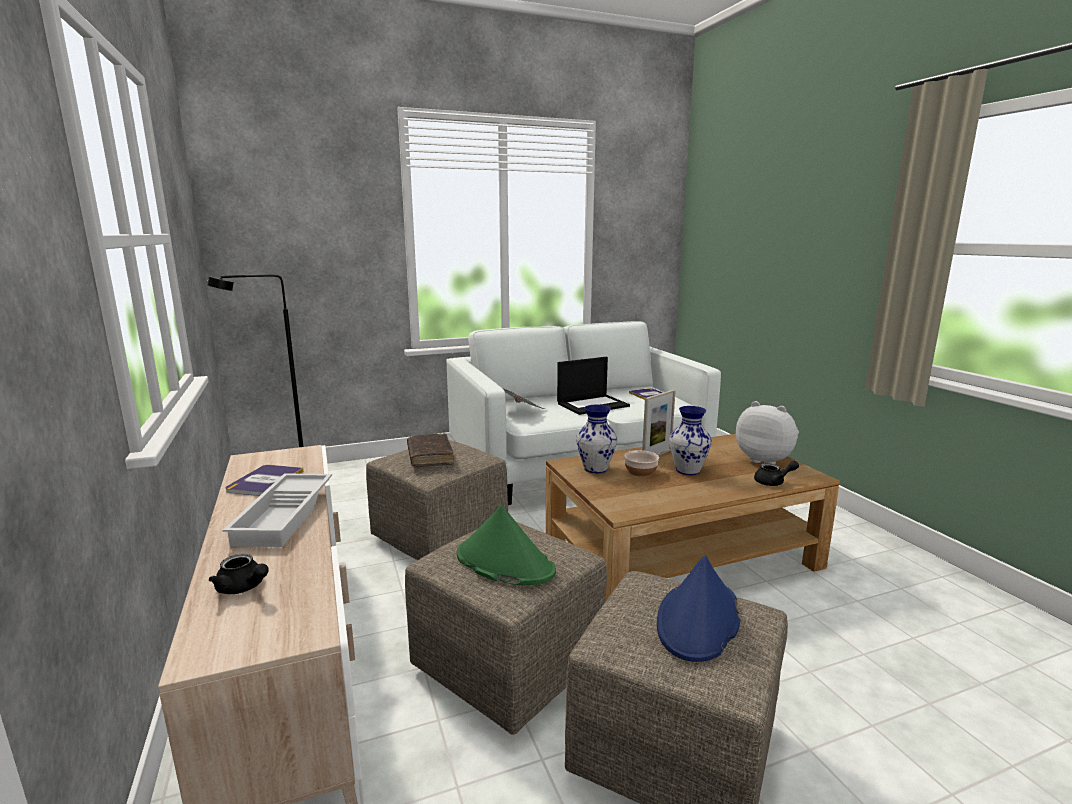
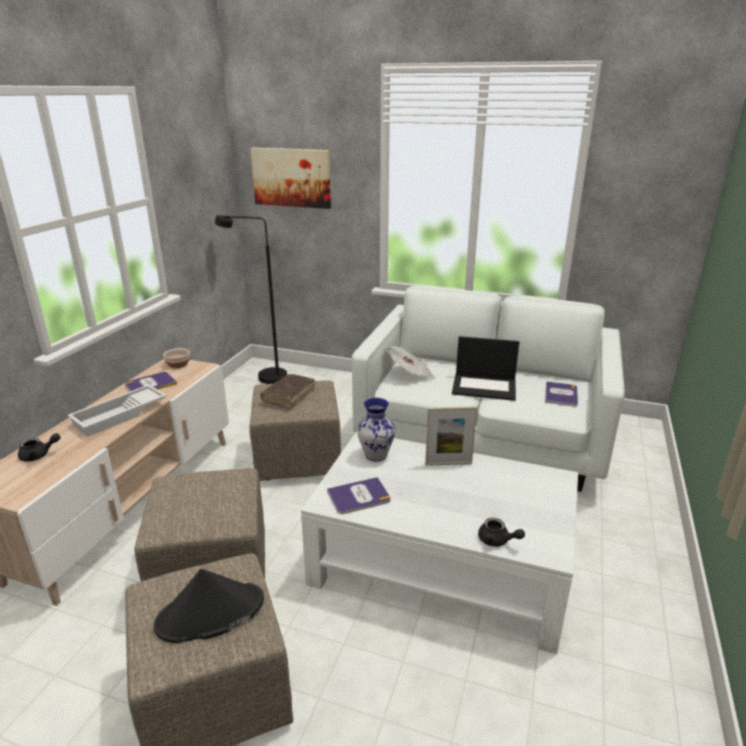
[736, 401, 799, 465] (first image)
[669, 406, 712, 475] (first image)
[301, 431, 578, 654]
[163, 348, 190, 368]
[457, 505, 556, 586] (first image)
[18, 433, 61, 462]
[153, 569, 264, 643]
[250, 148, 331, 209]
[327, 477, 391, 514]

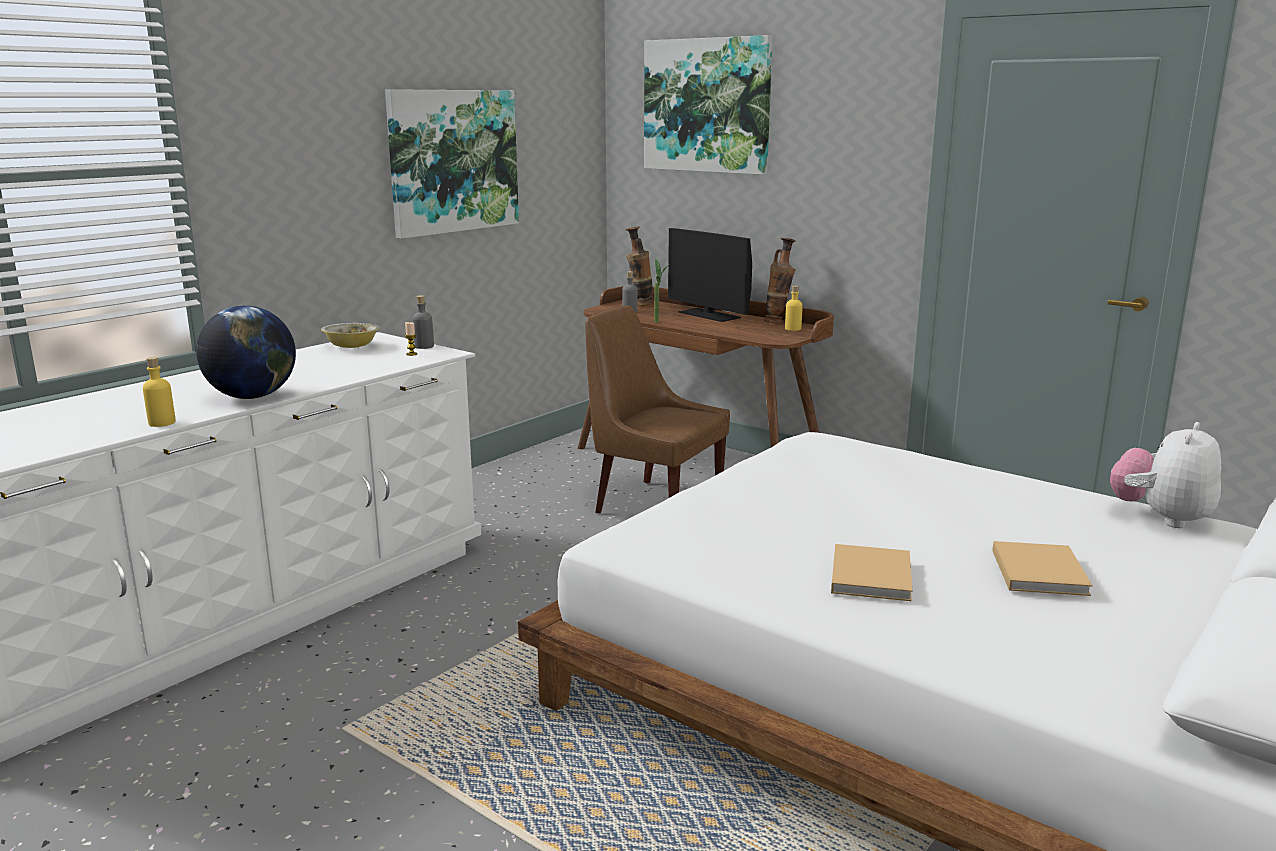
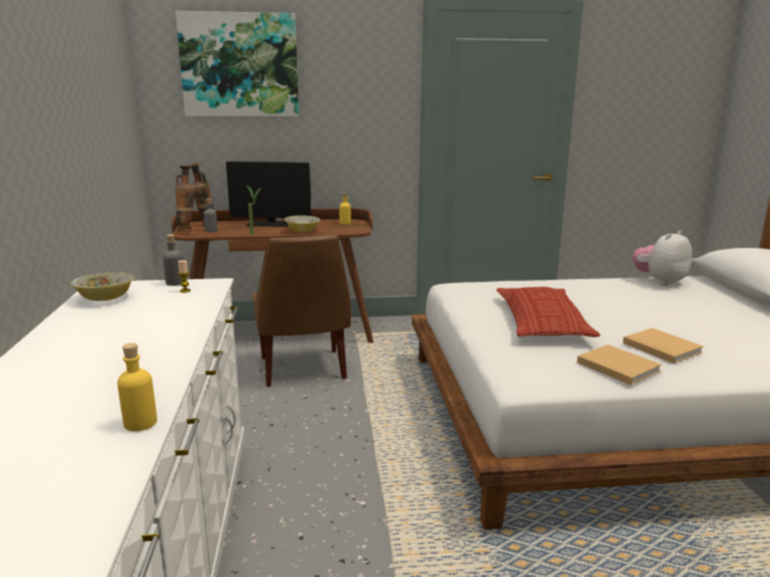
[385, 89, 519, 239] (first image)
[175, 166, 195, 232]
[196, 305, 296, 399] (first image)
[252, 234, 351, 387]
[632, 231, 692, 286]
[577, 345, 662, 385]
[284, 216, 320, 232]
[496, 287, 600, 337]

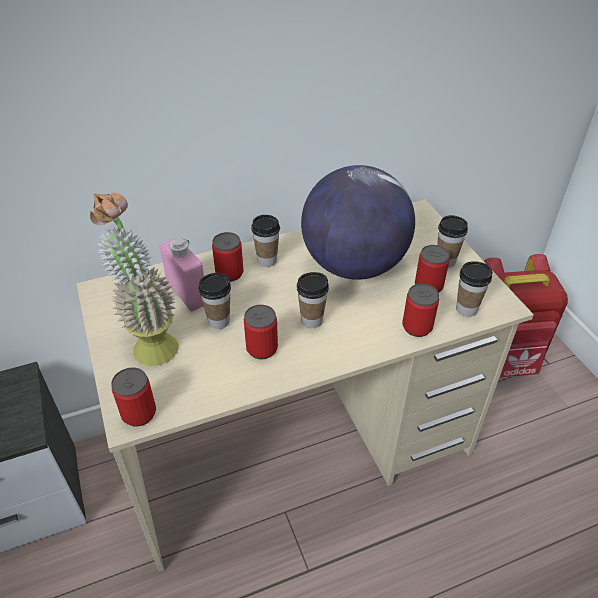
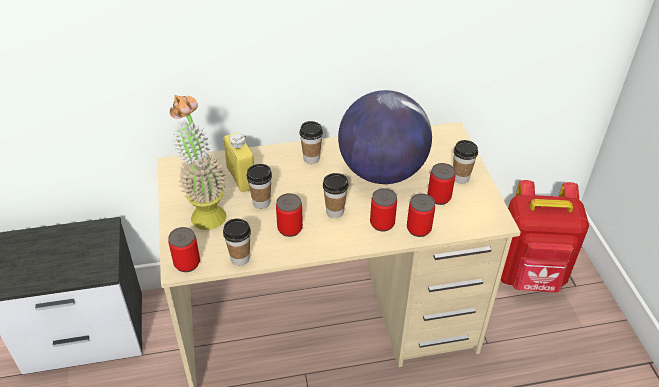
[370, 188, 397, 232]
[223, 132, 254, 192]
[223, 219, 251, 266]

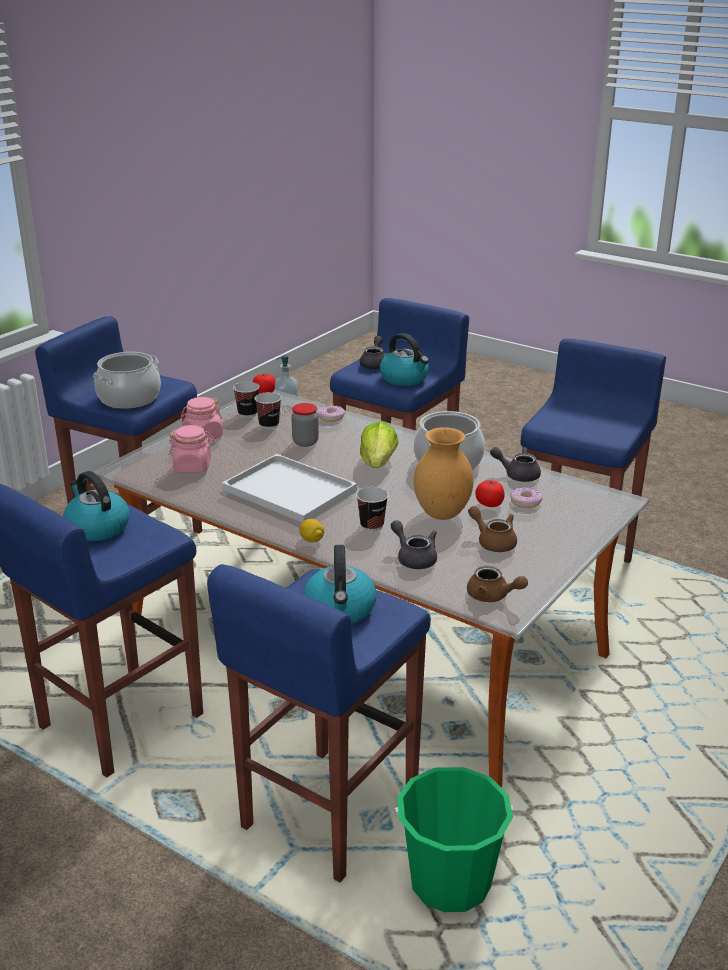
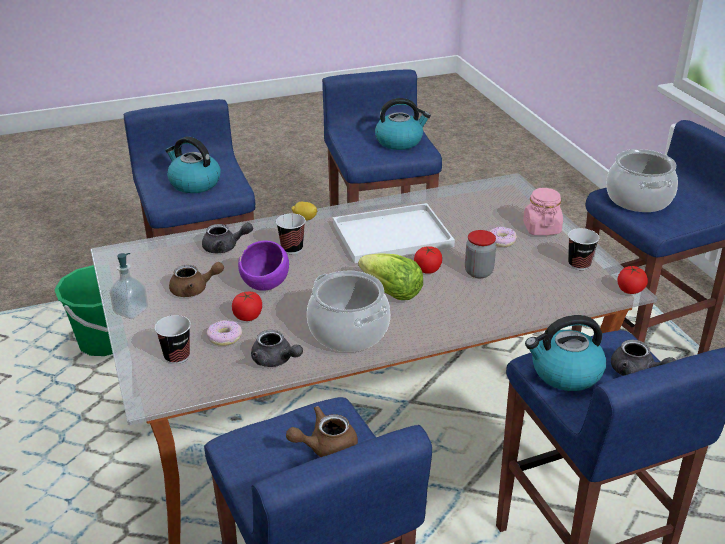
[110, 253, 148, 319]
[155, 315, 191, 364]
[489, 226, 517, 247]
[169, 425, 214, 473] (first image)
[238, 241, 289, 291]
[251, 330, 303, 367]
[286, 406, 358, 457]
[414, 246, 442, 274]

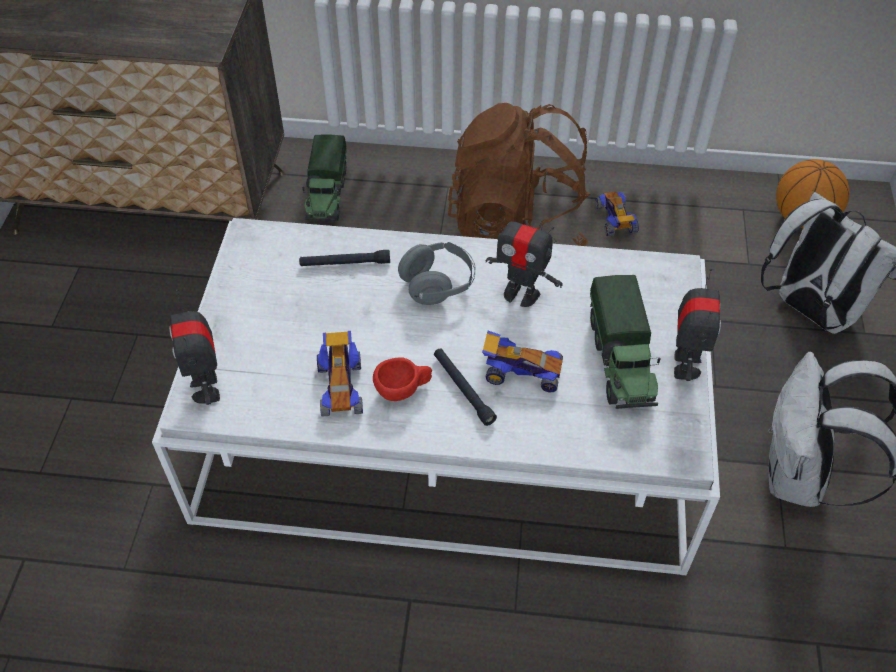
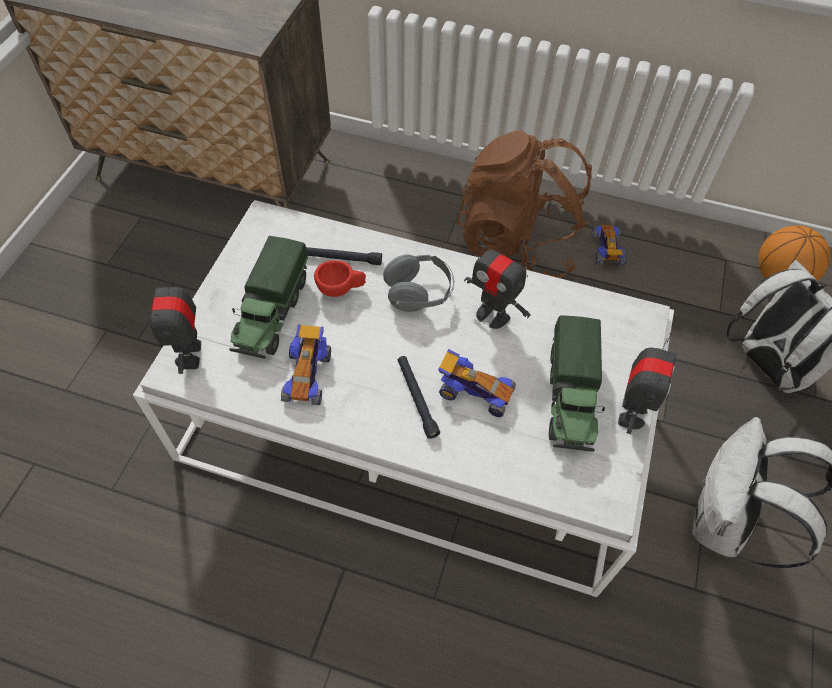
[229, 236, 308, 359]
[314, 260, 366, 297]

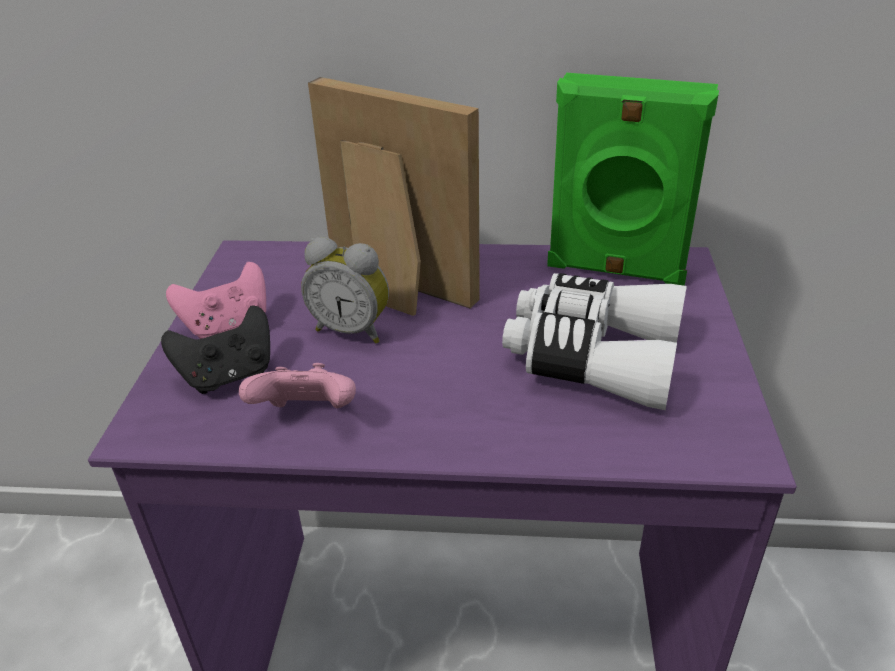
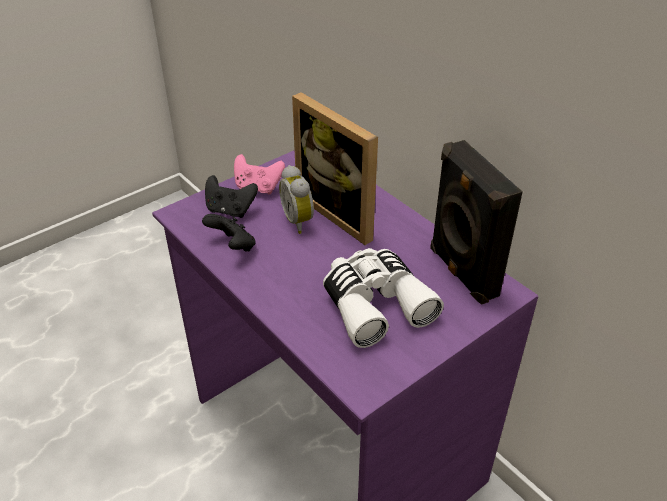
[430, 140, 522, 305]
[292, 92, 378, 245]
[202, 214, 256, 252]

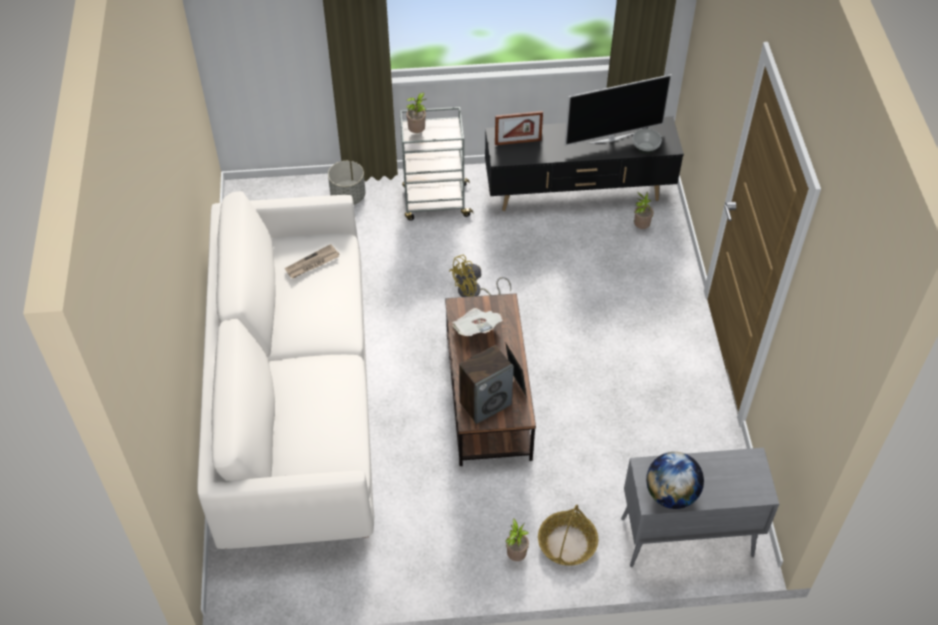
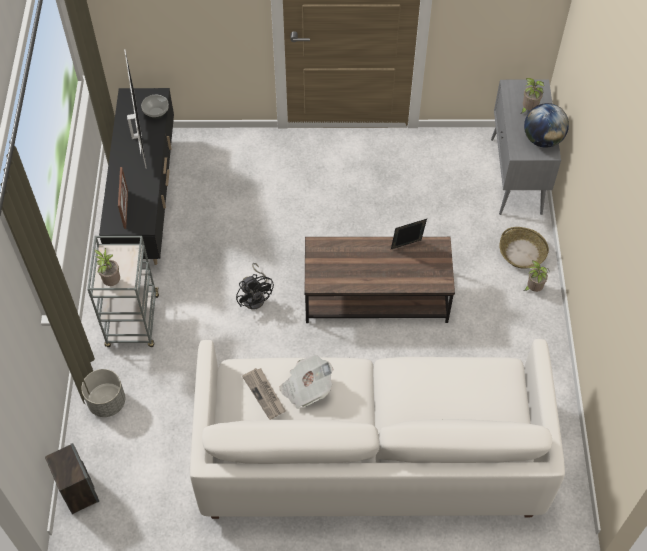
[521, 78, 544, 114]
[236, 263, 274, 310]
[279, 355, 334, 409]
[45, 443, 99, 514]

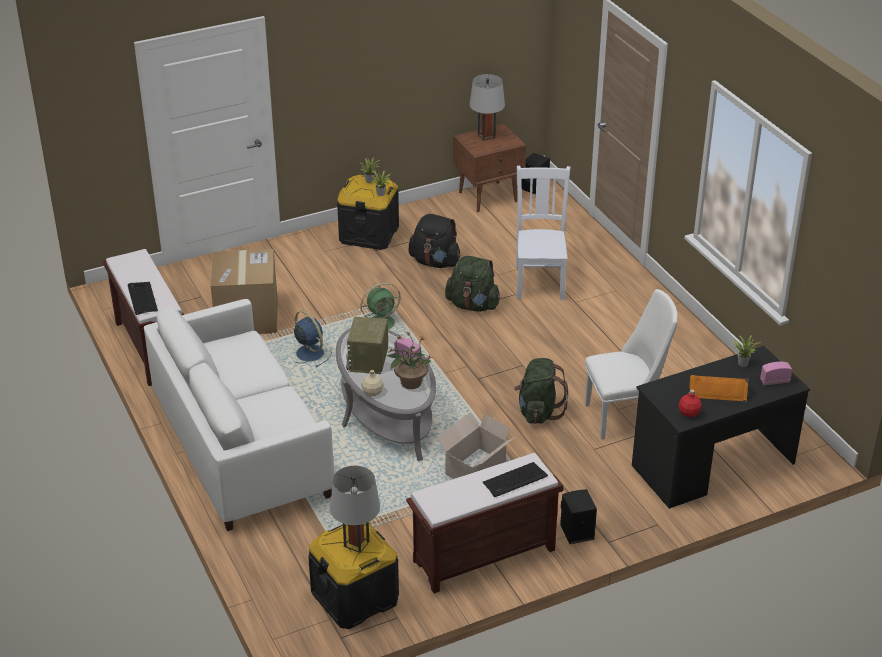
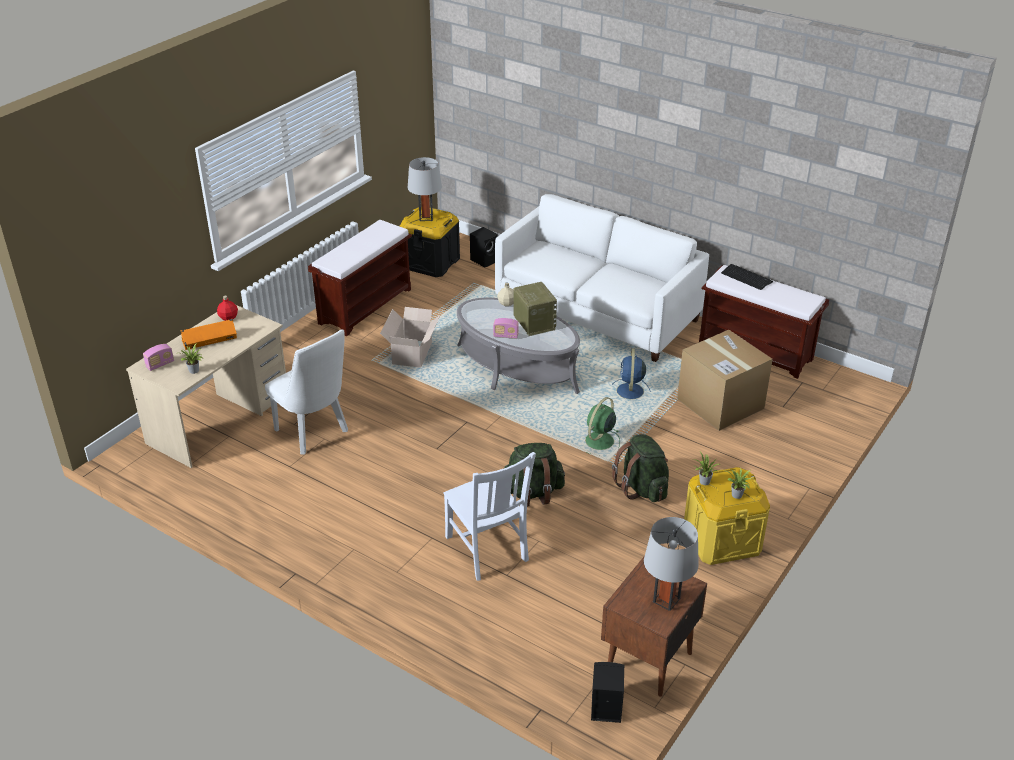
[684, 467, 770, 565]
[409, 214, 460, 268] (first image)
[265, 329, 348, 454]
[612, 348, 651, 399]
[387, 331, 433, 389] (first image)
[126, 305, 286, 468]
[612, 434, 669, 502]
[482, 462, 548, 497] (first image)
[470, 227, 498, 267]

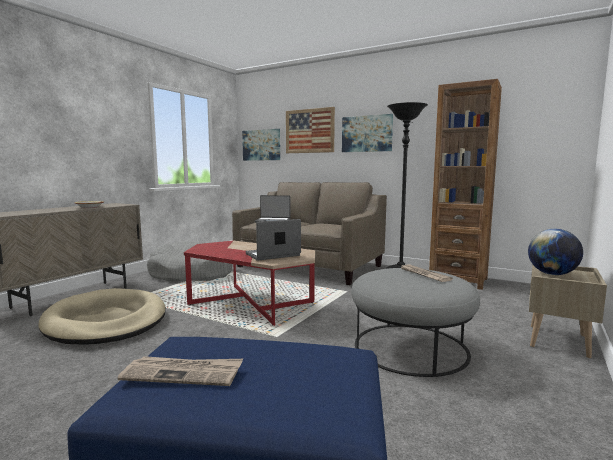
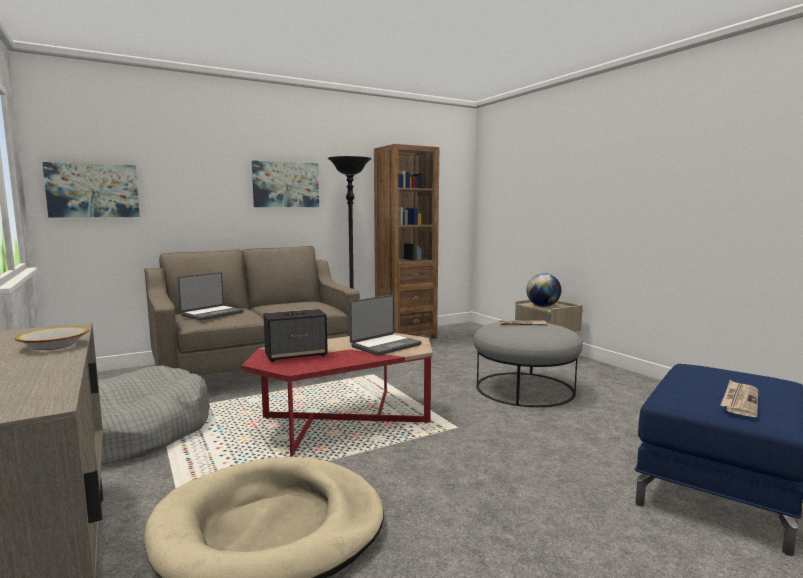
[286, 107, 335, 153] (first image)
[349, 295, 422, 356]
[263, 309, 328, 362]

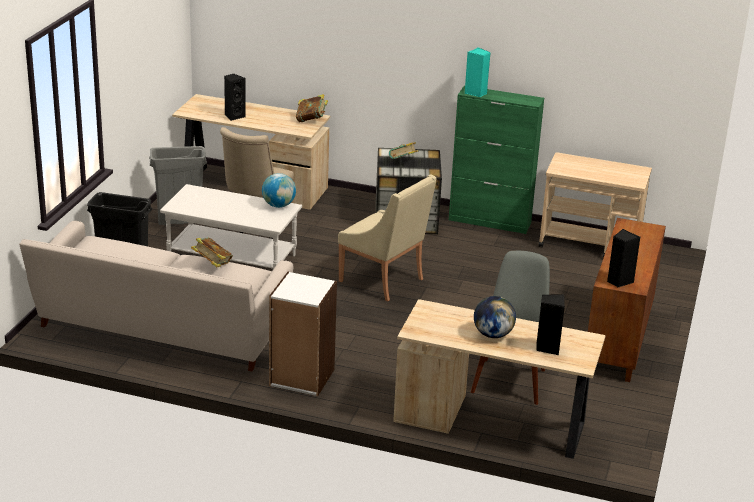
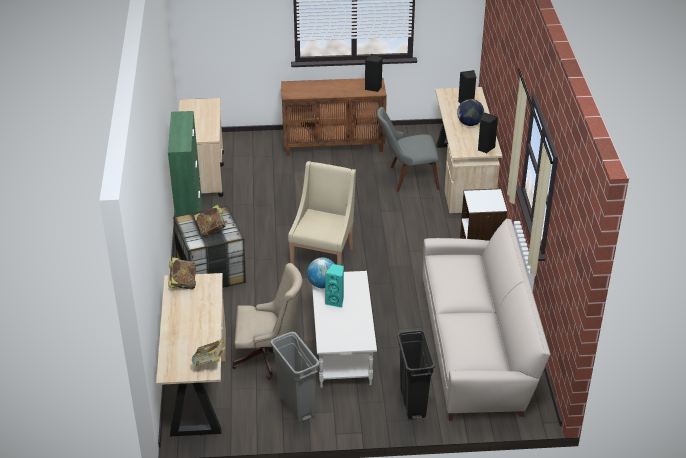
[325, 264, 344, 308]
[478, 112, 498, 153]
[192, 339, 226, 366]

